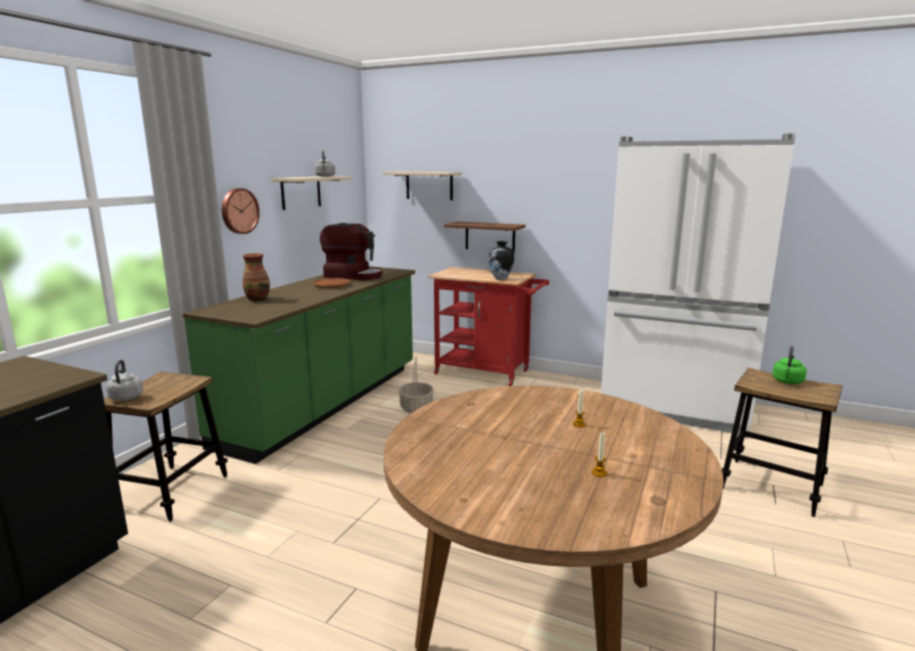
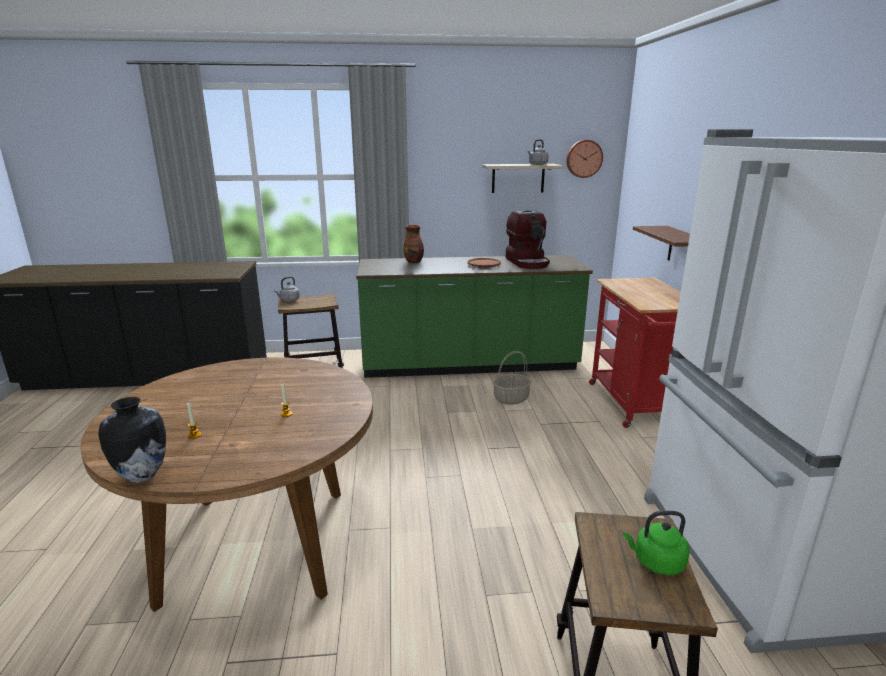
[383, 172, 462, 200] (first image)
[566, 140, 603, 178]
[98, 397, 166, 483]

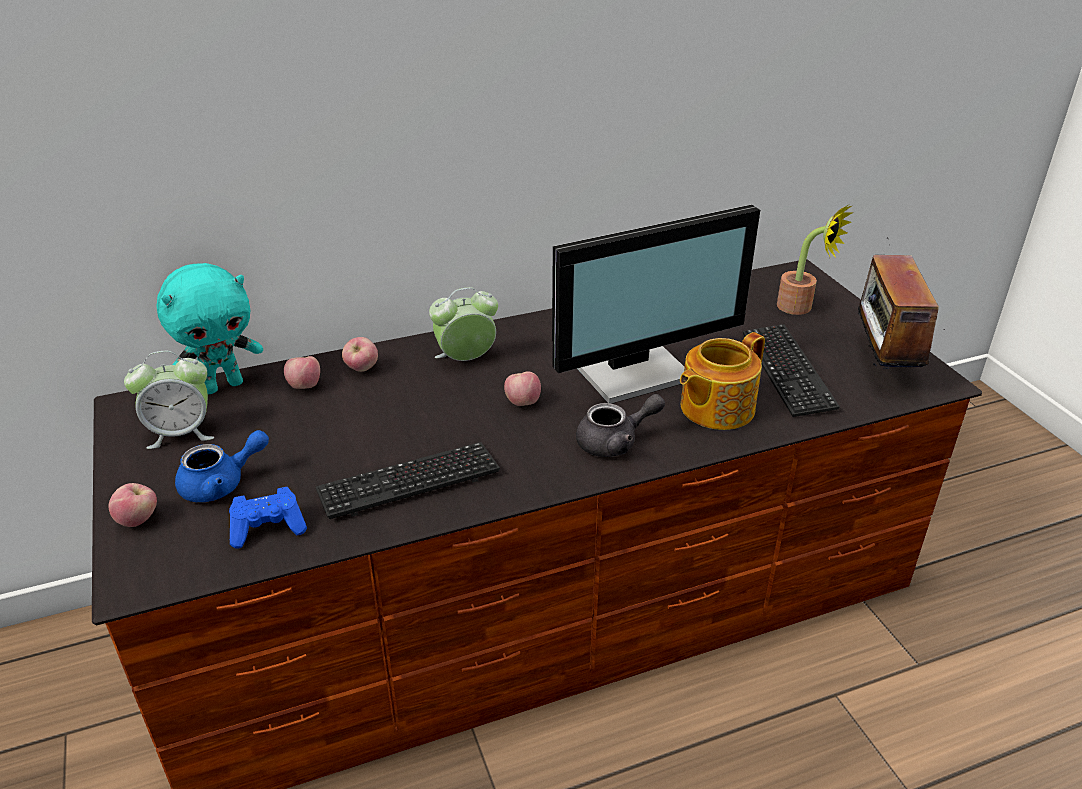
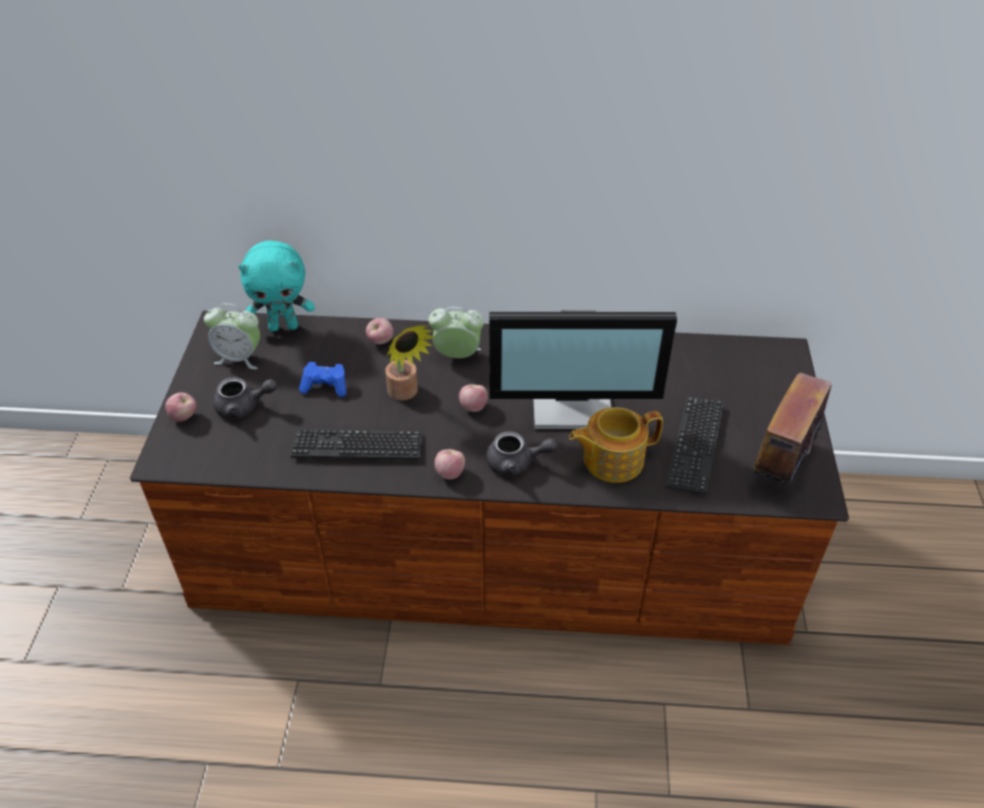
[385, 325, 435, 401]
[434, 449, 465, 479]
[213, 377, 277, 419]
[299, 362, 347, 397]

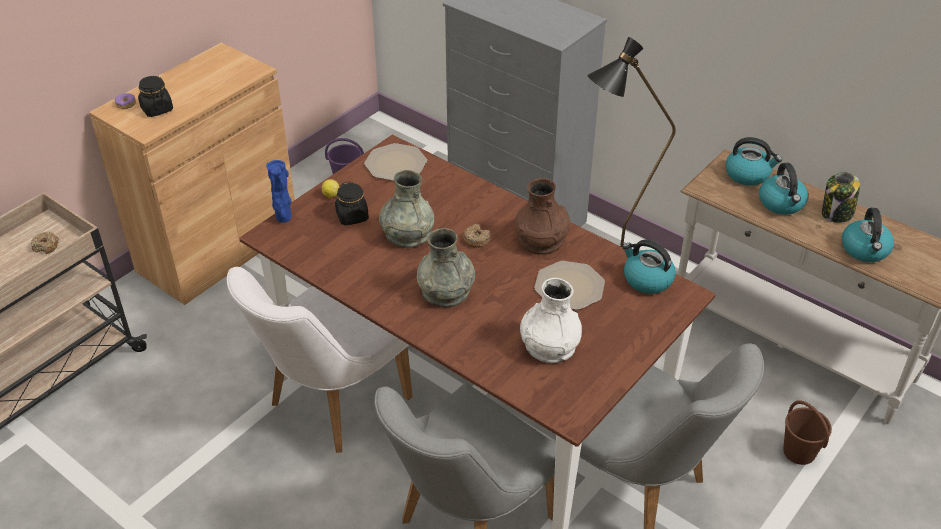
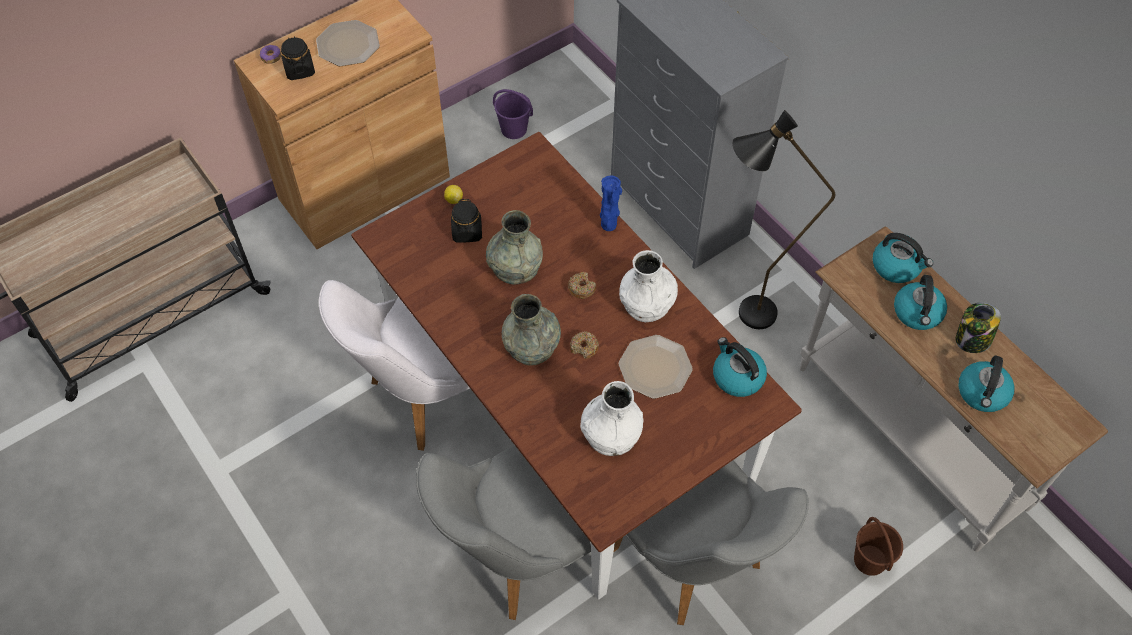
[316, 20, 380, 66]
[600, 176, 622, 231]
[619, 250, 678, 322]
[570, 332, 599, 359]

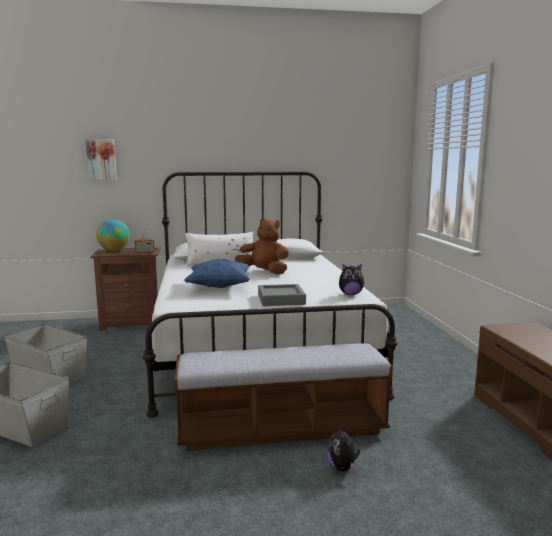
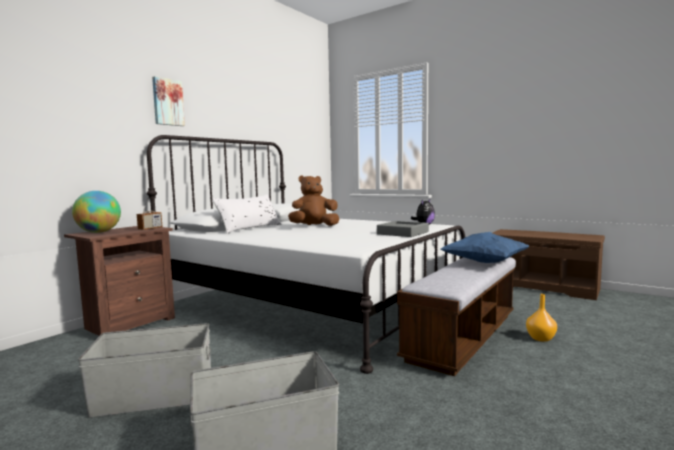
[152, 76, 185, 126]
[441, 232, 529, 263]
[526, 294, 557, 342]

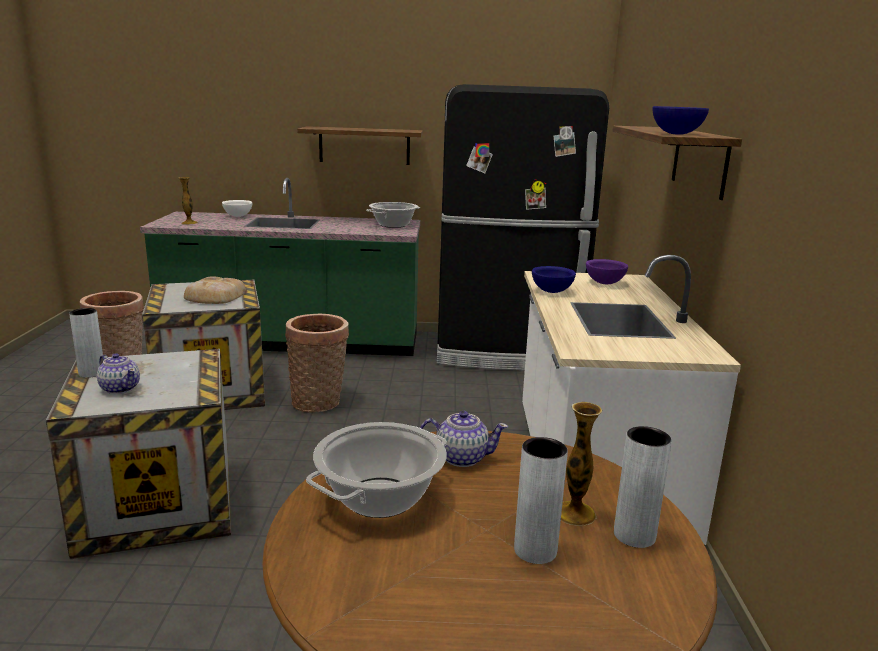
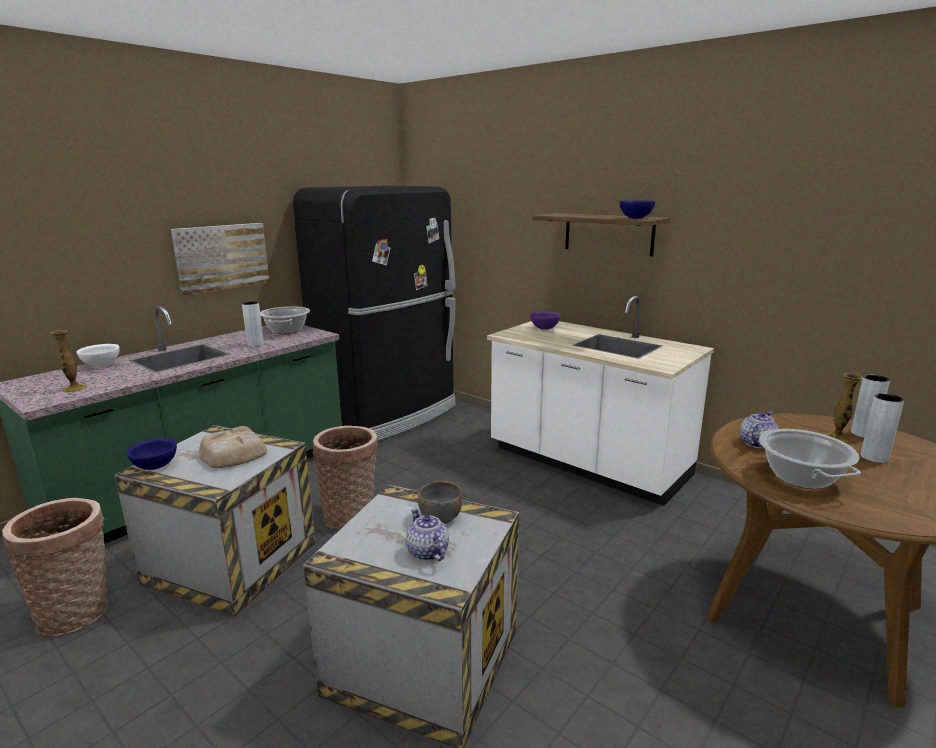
[171, 223, 270, 295]
[126, 438, 177, 470]
[242, 301, 264, 347]
[406, 508, 449, 561]
[418, 481, 463, 524]

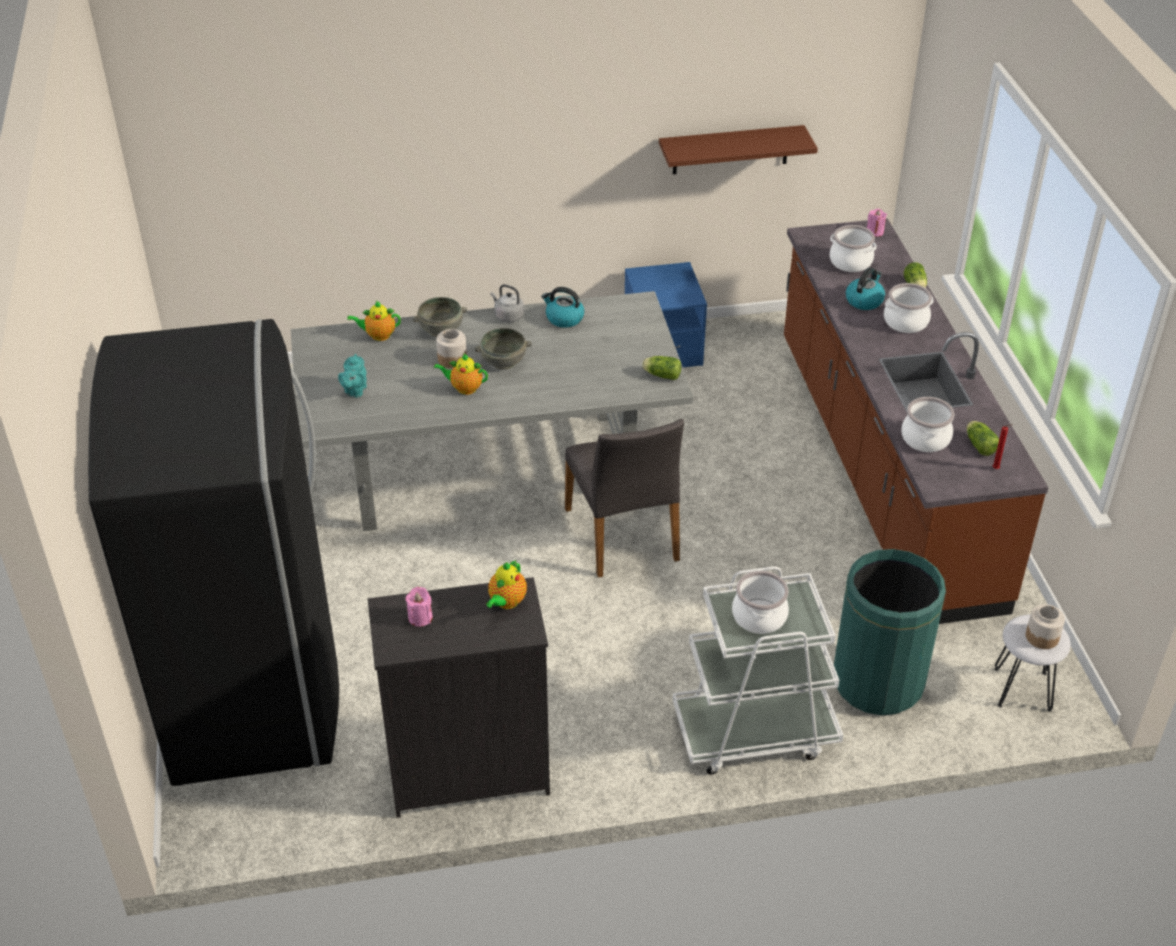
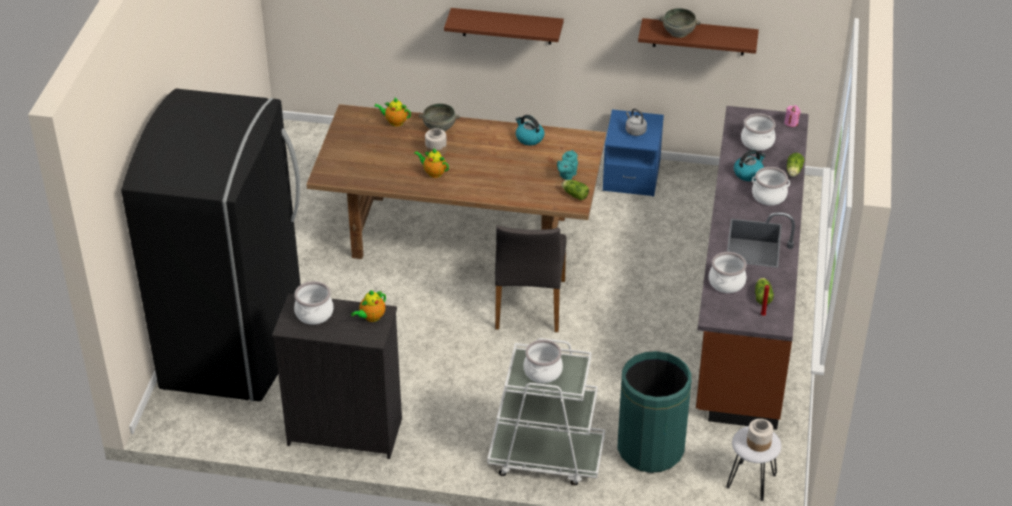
[626, 108, 647, 136]
[306, 104, 606, 259]
[659, 8, 700, 38]
[557, 150, 578, 180]
[294, 281, 333, 325]
[444, 8, 564, 45]

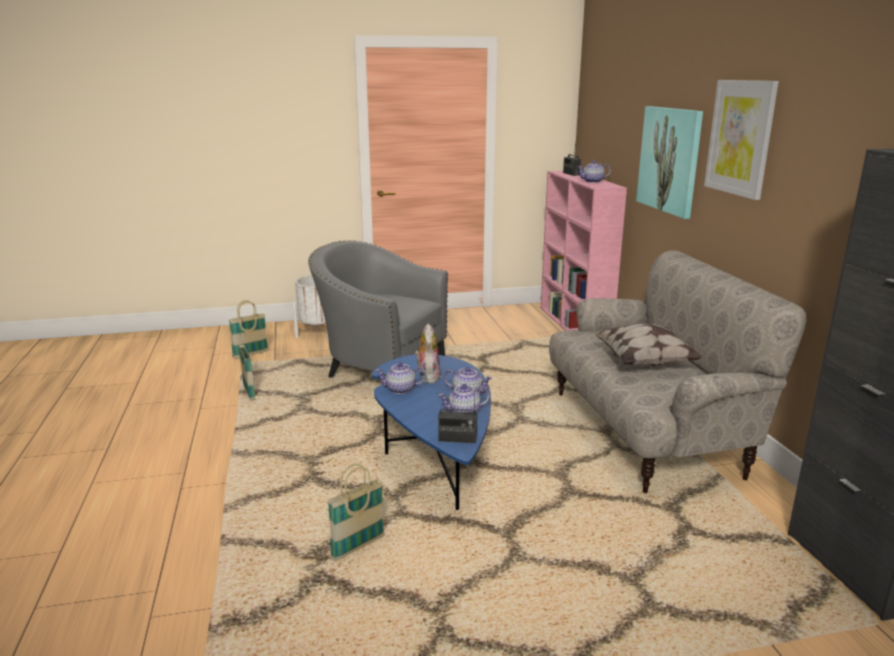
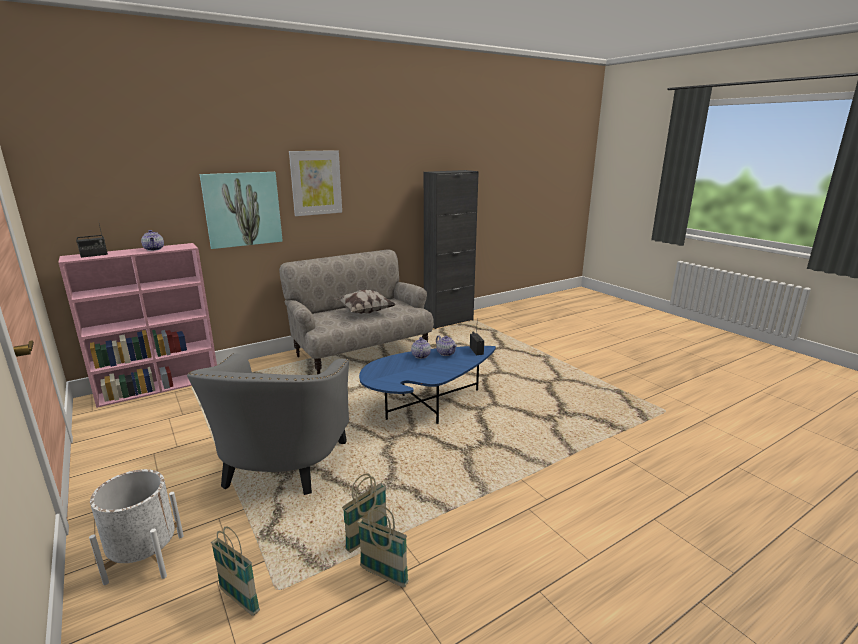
[415, 324, 440, 383] (first image)
[375, 362, 426, 394] (first image)
[357, 505, 409, 587]

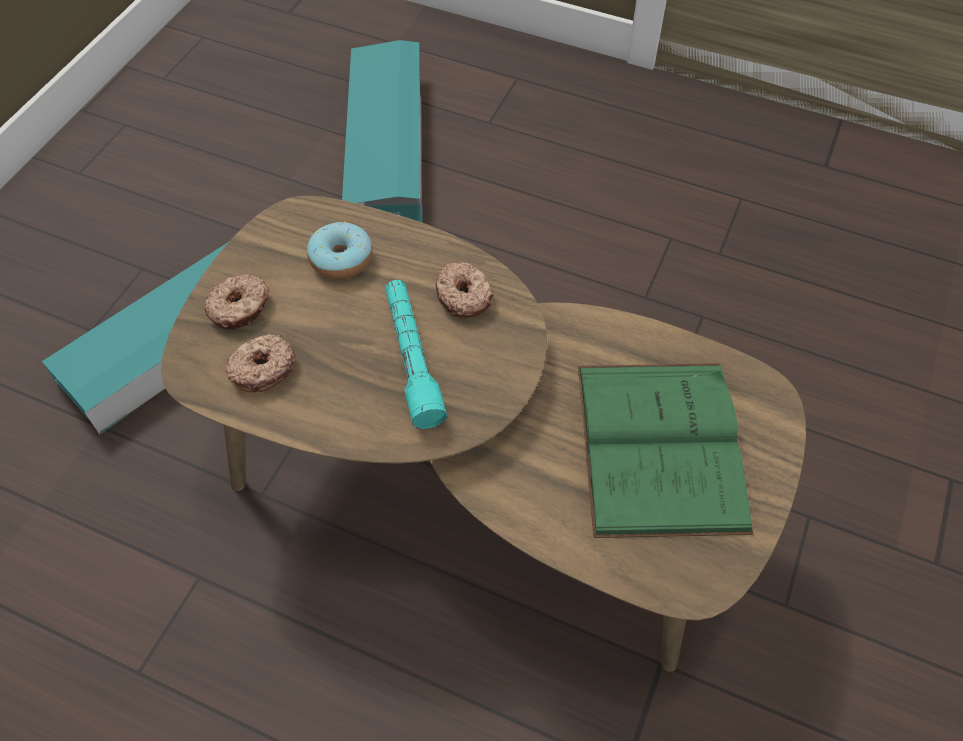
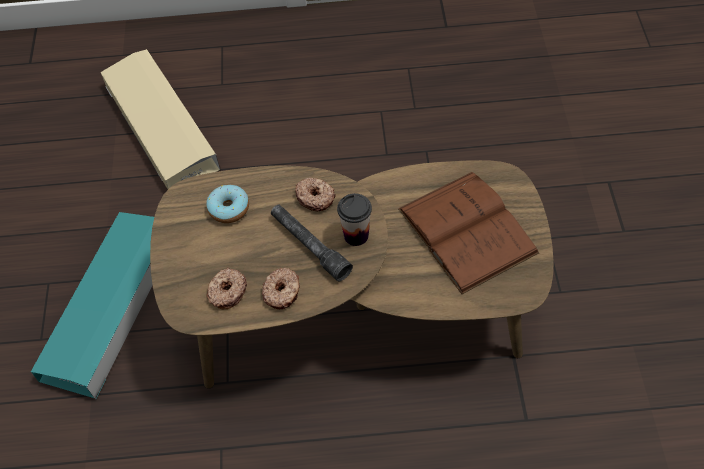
[101, 49, 220, 189]
[262, 267, 300, 309]
[271, 205, 353, 281]
[398, 172, 540, 294]
[337, 193, 372, 246]

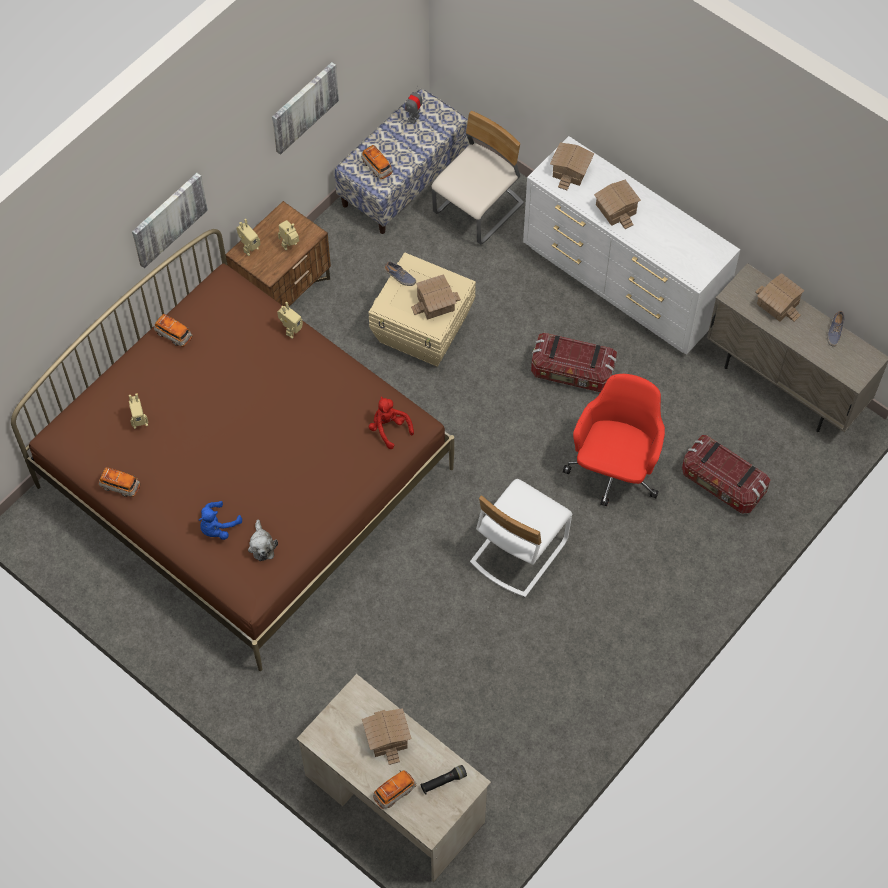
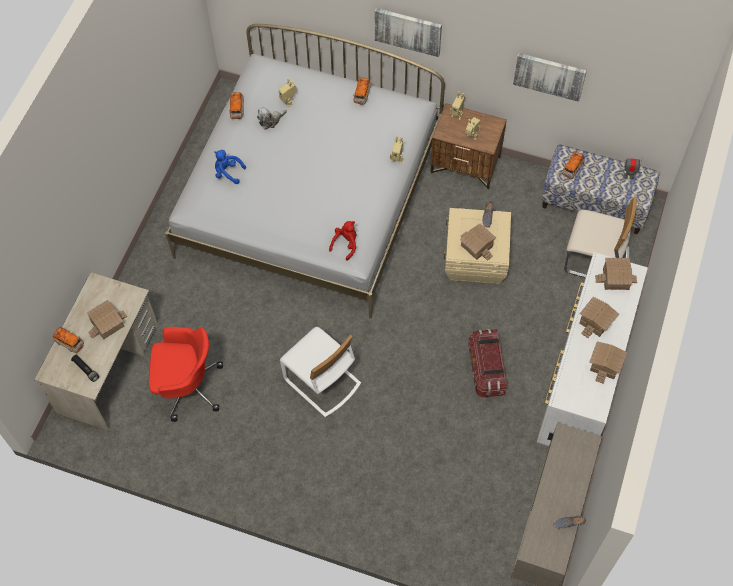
[165, 24, 445, 319]
[589, 341, 627, 384]
[149, 327, 223, 422]
[682, 435, 770, 514] (first image)
[280, 327, 361, 417]
[257, 107, 287, 130]

